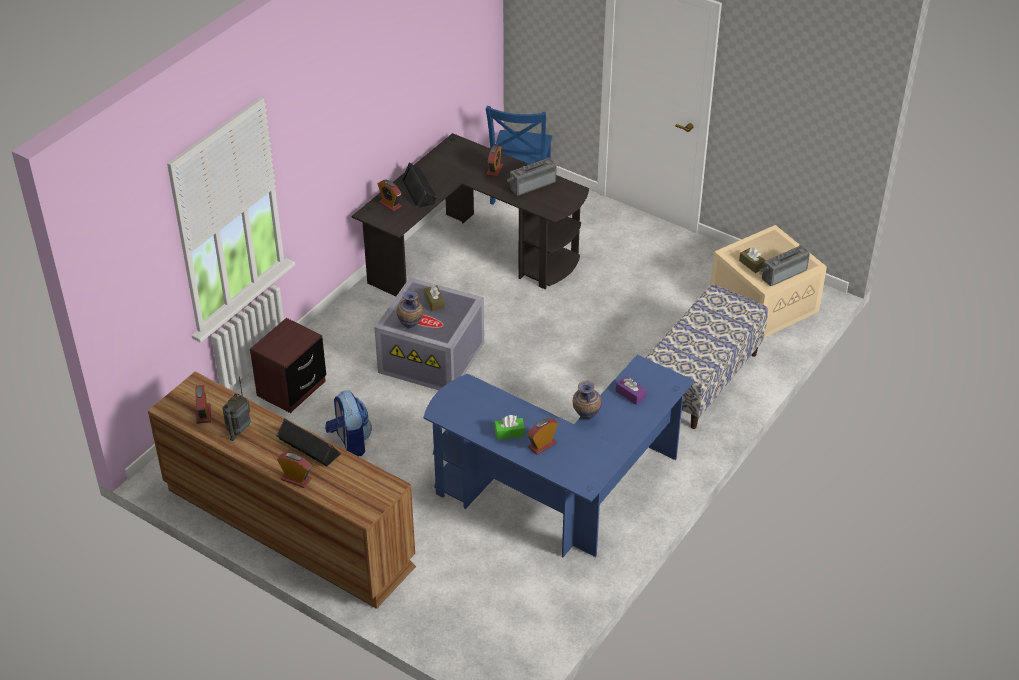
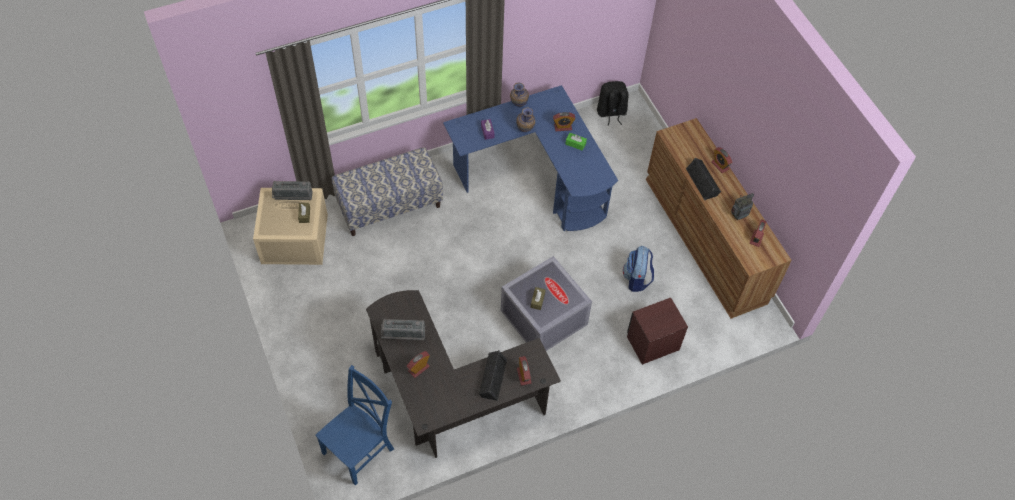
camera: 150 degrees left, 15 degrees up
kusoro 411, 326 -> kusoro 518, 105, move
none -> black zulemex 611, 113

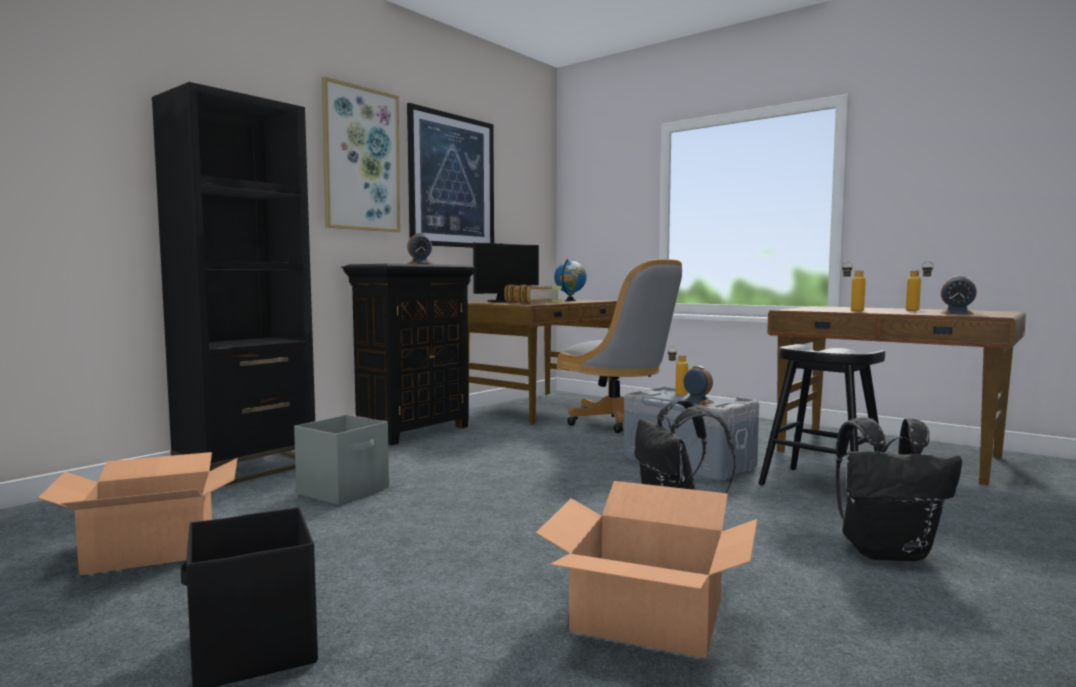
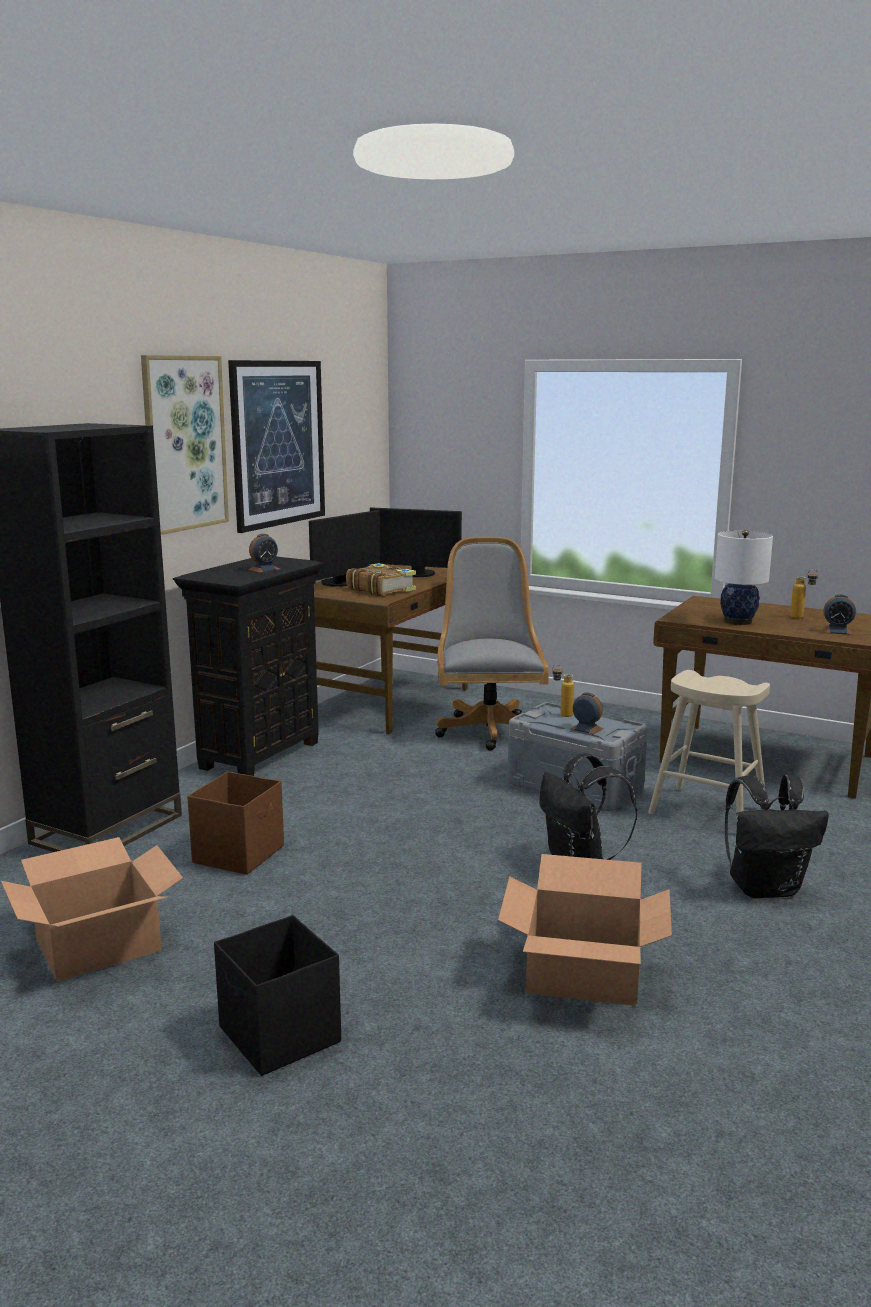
camera: 10 degrees left, 10 degrees up
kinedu 570, 300 -> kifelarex 417, 574
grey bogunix 620, 424 -> grey bogunix 488, 728, 135 degrees counterclockwise
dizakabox 851, 310 -> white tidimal 738, 621
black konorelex 823, 486 -> beige konorelex 708, 811
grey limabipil 345, 491 -> brown limabipil 240, 854

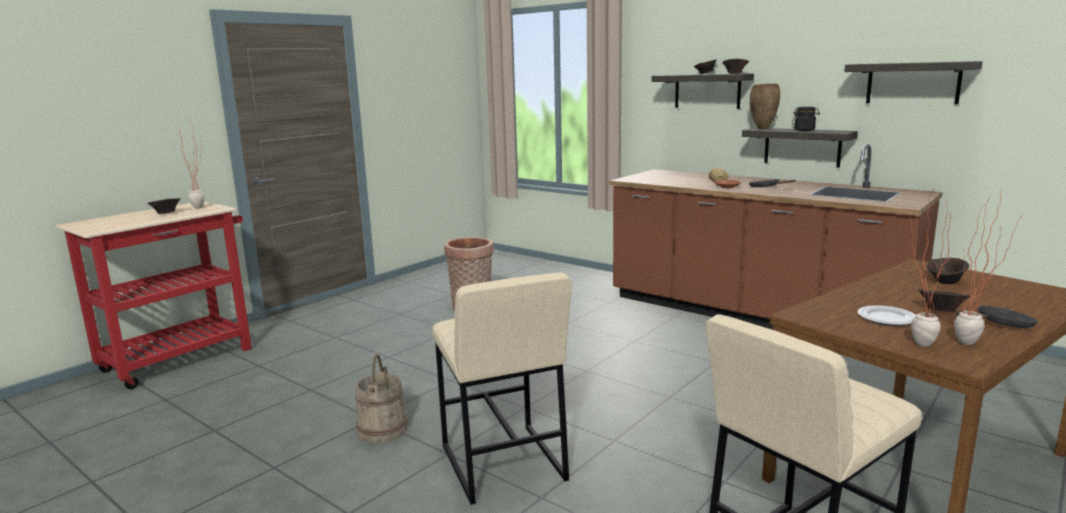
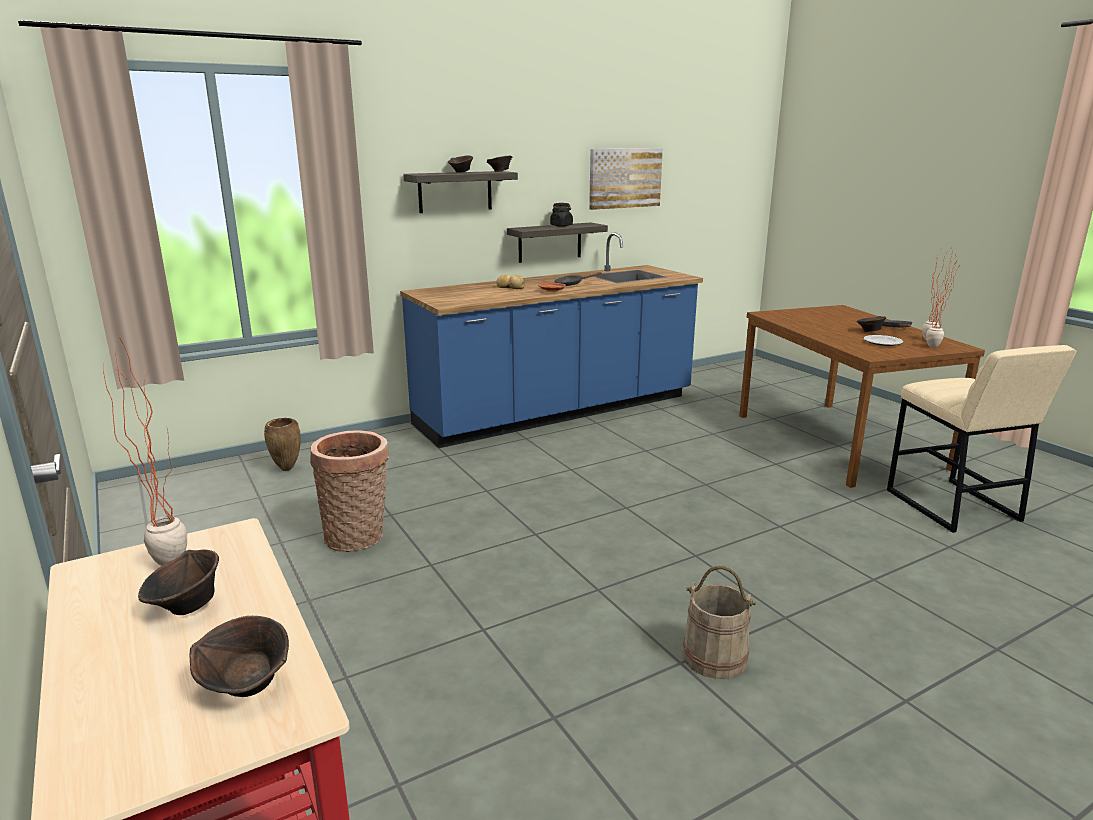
camera: 70 degrees left, 5 degrees up
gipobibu 913, 83 -> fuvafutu 624, 178
brown kusoro 762, 129 -> brown kusoro 286, 469, move
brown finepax 754, 315 -> blue finepax 557, 411
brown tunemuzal 945, 282 -> brown tunemuzal 247, 686, move
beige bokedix 504, 464 -> none

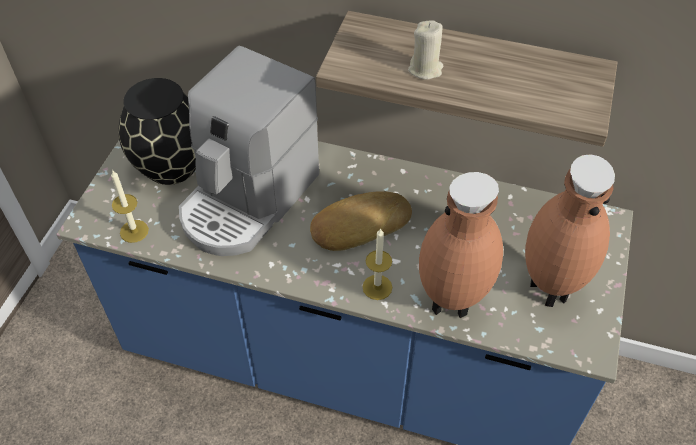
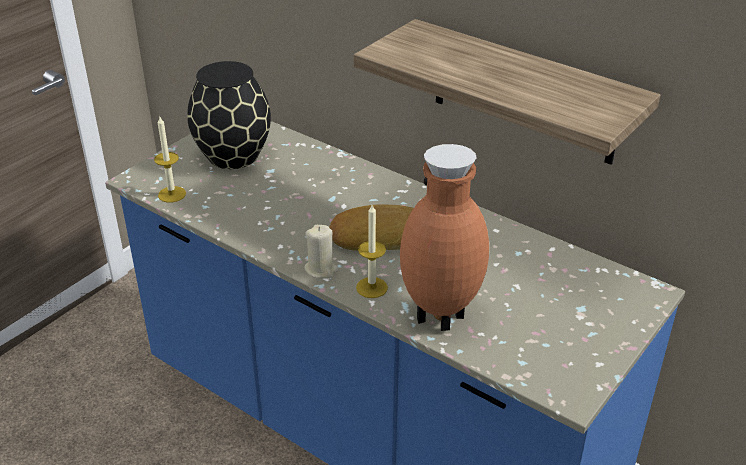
camera: 20 degrees right, 15 degrees down
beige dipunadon 425, 69 -> beige dipunadon 321, 269, move
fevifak 248, 200 -> none
brown kusoro 548, 288 -> none

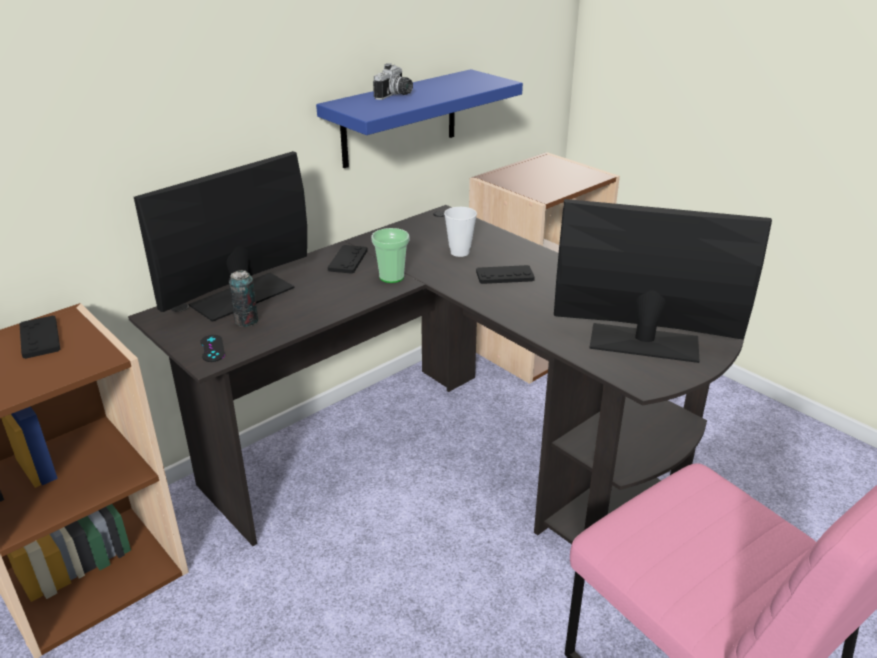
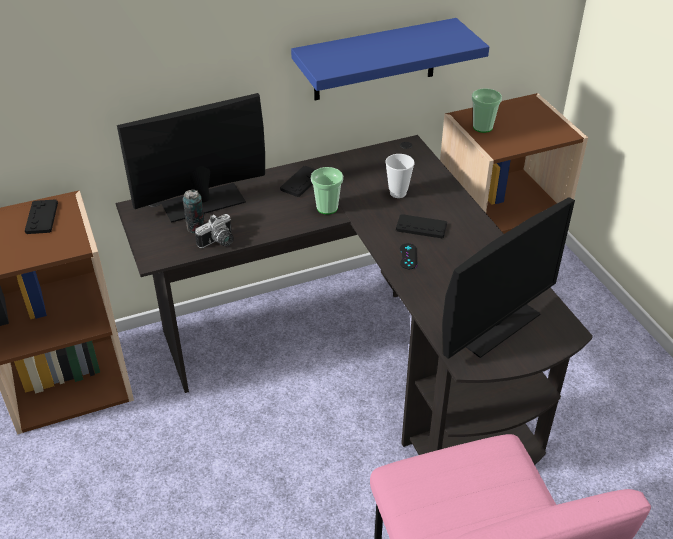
camera: 20 degrees right, 10 degrees up
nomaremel 396, 95 -> nomaremel 219, 242, move
kifelarex 644, 343 -> kifelarex 495, 324, 105 degrees clockwise
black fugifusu 212, 348 -> black fugifusu 408, 256, move
none -> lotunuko 482, 127

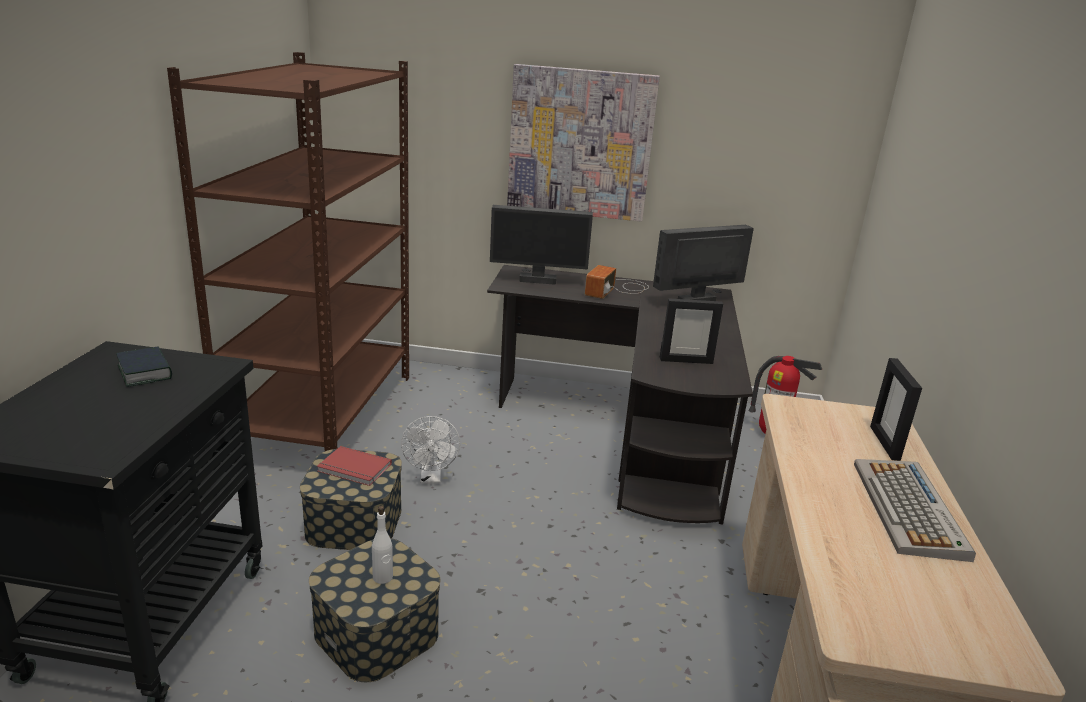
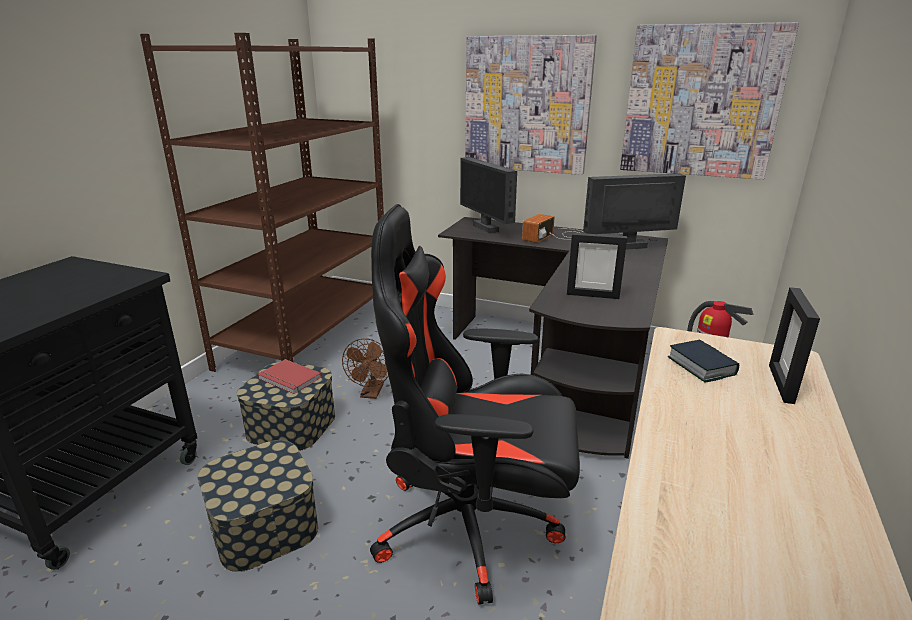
camera: 15 degrees right, 0 degrees up
kifelarex 537, 280 -> kifelarex 486, 228, 45 degrees clockwise
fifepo 145, 372 -> fifepo 701, 366, move
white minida 431, 478 -> brown minida 371, 393
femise 909, 510 -> none
white dizakabox 383, 577 -> none
none -> fuvafutu 701, 102
none -> black bogunix 479, 530

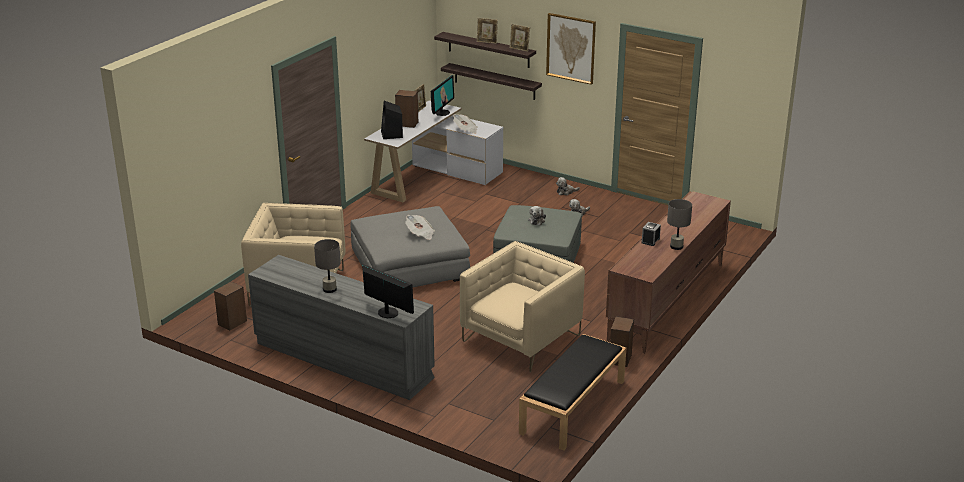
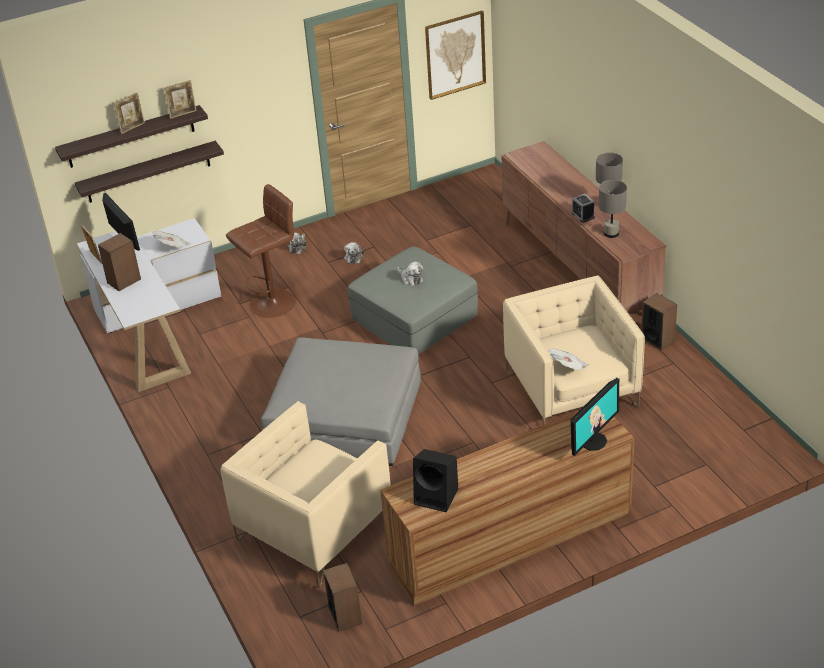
camera: 55 degrees left, 10 degrees up
fuvafutu 571, 48 -> fuvafutu 455, 54, move
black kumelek 392, 135 -> black kumelek 437, 496, move
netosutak 420, 234 -> netosutak 568, 367, move
grey tidimal 329, 289 -> grey tidimal 611, 233, move
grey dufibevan 342, 361 -> brown dufibevan 511, 542
kifelarex 387, 313 -> kifelarex 593, 441, 150 degrees clockwise
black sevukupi 573, 407 -> none
none -> brown konorelex 273, 303

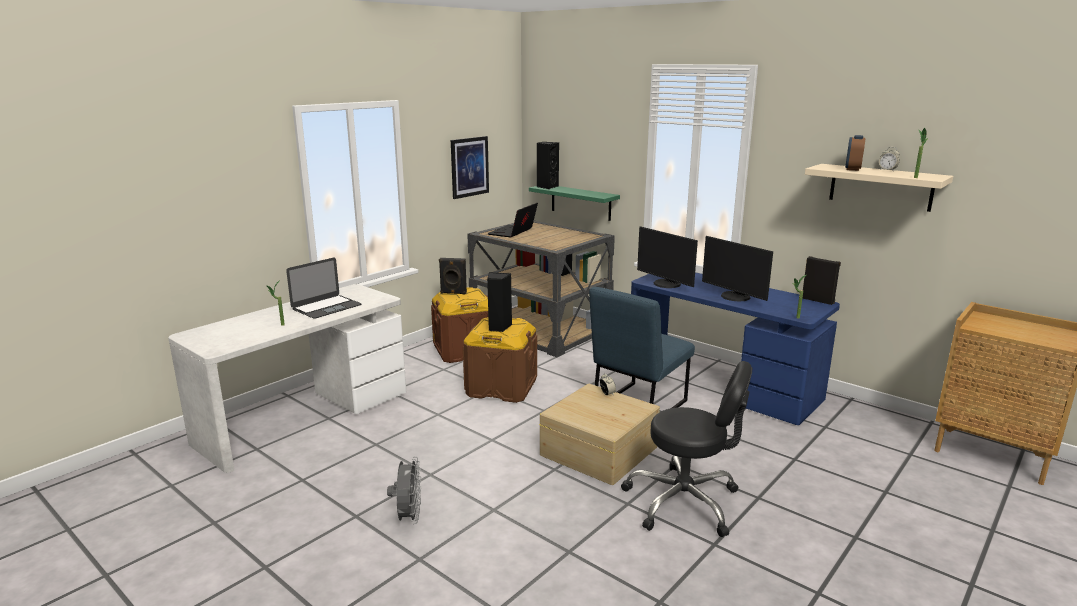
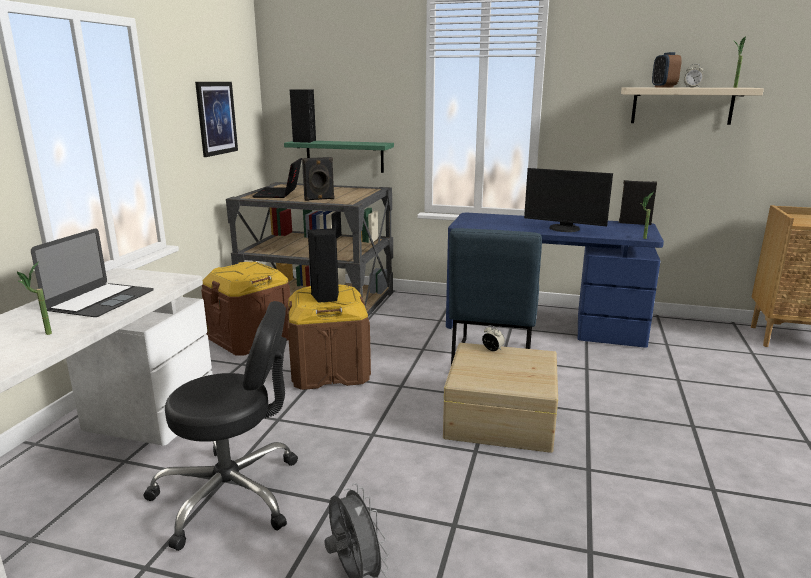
camera: 25 degrees left, 0 degrees up
kifelarex 666, 284 -> none
black kumelek 453, 293 -> black kumelek 319, 199, move
black bogunix 688, 503 -> black bogunix 236, 494, move

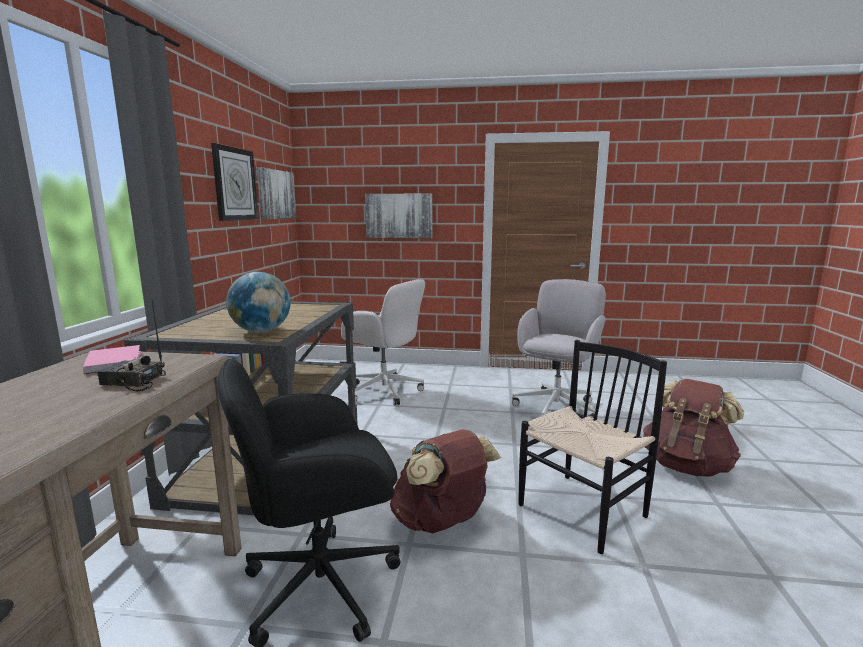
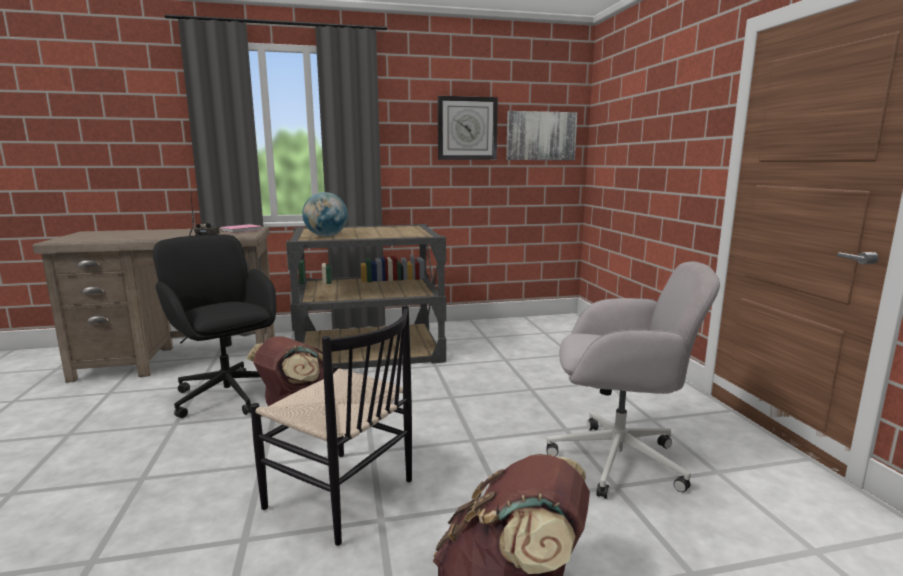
camera: 70 degrees right, 0 degrees up
fuvafutu 399, 216 -> none
white bogunix 384, 391 -> none

